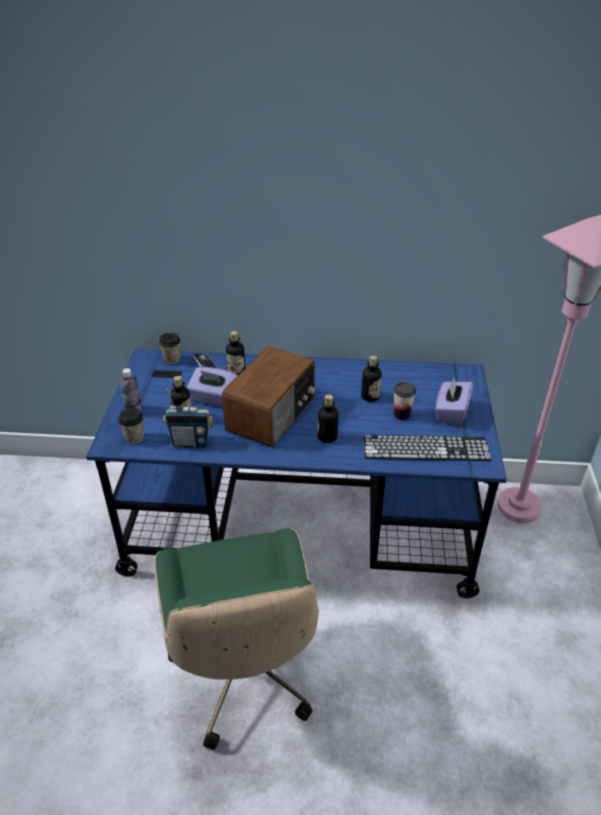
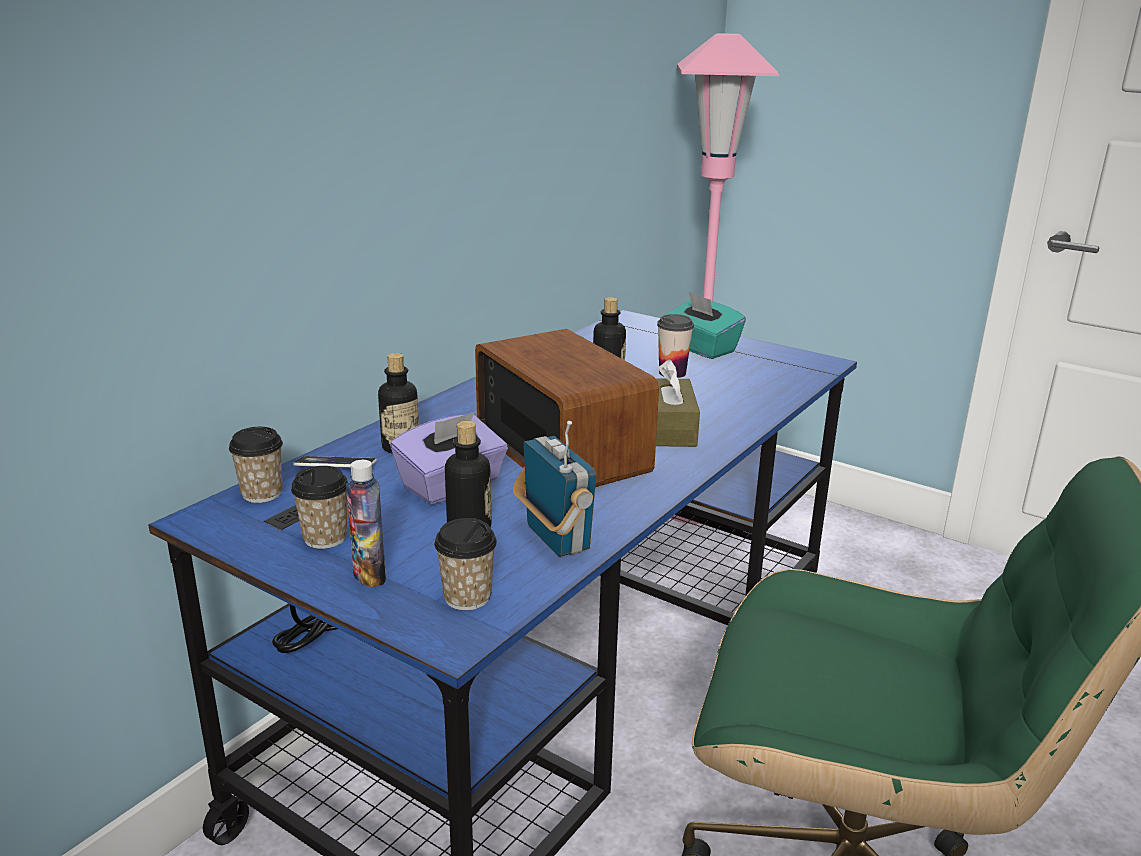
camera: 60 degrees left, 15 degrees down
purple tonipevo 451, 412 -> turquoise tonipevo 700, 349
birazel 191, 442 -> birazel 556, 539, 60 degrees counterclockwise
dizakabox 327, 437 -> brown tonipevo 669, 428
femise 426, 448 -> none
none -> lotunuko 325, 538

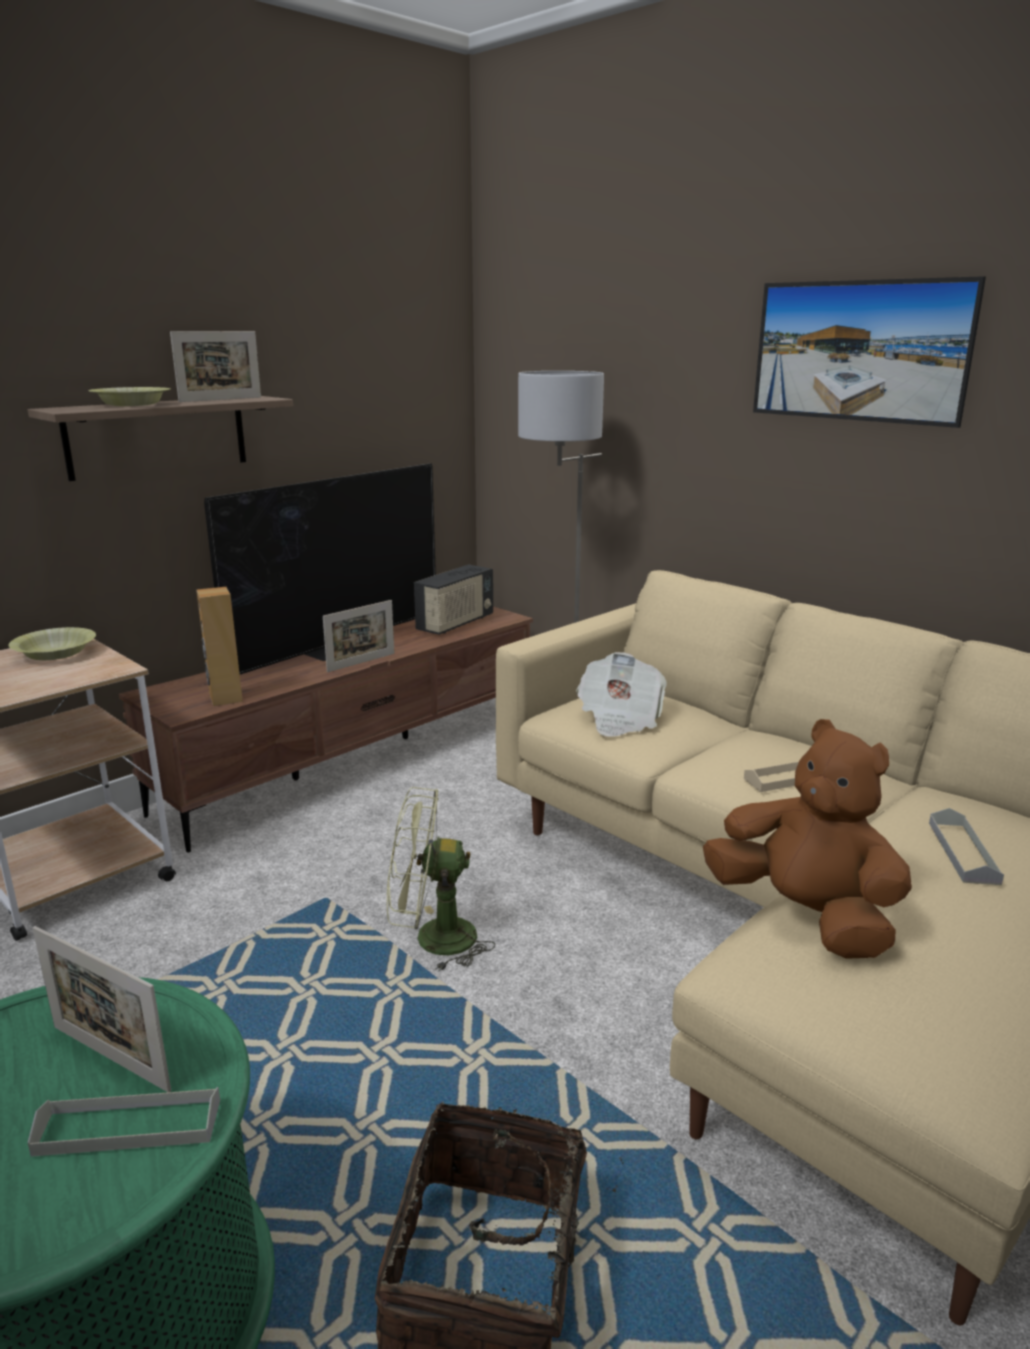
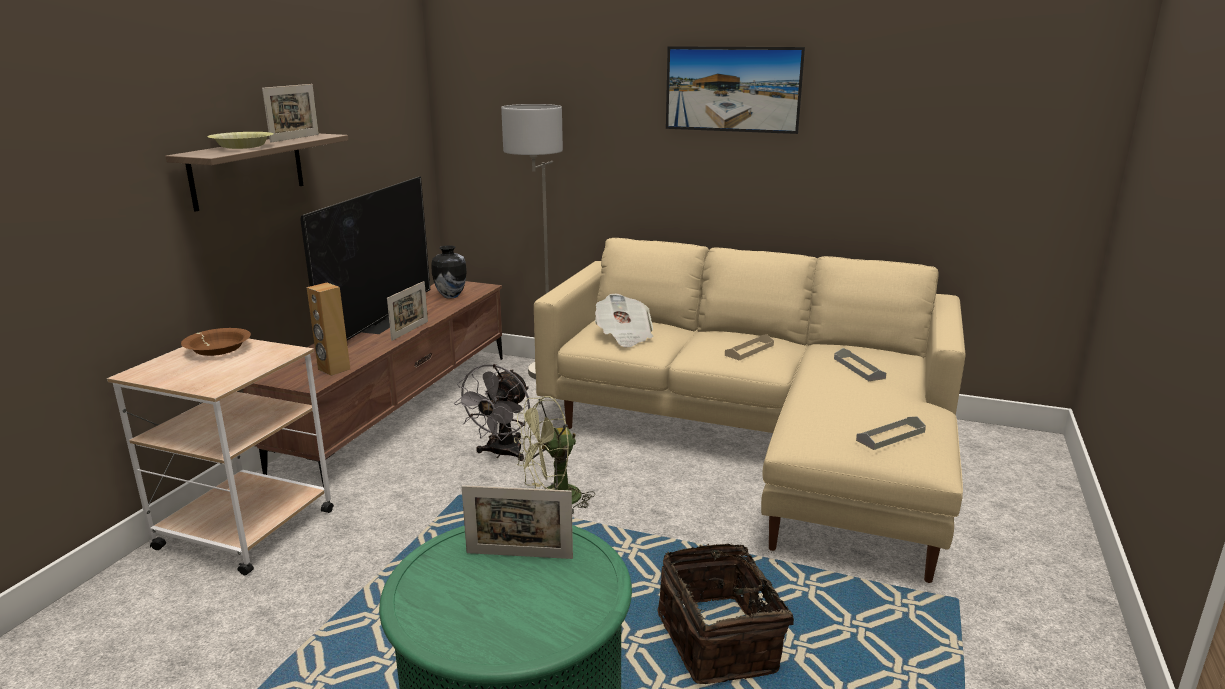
camera: 25 degrees left, 0 degrees up
birazel 456, 624 -> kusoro 450, 296
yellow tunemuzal 55, 653 -> brown tunemuzal 218, 349
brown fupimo 804, 916 -> none
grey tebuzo 128, 1127 -> grey tebuzo 890, 436, move
none -> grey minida 501, 454

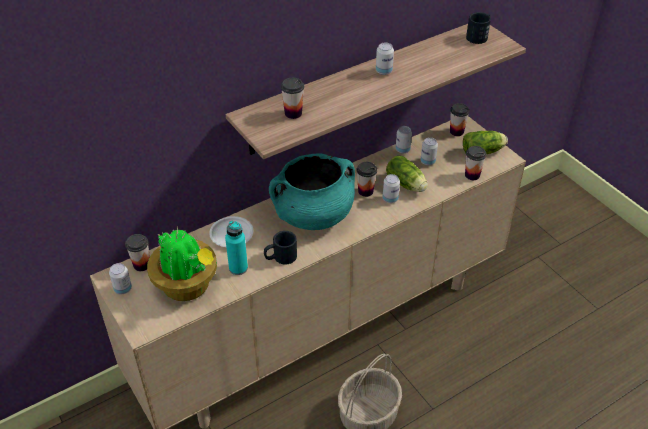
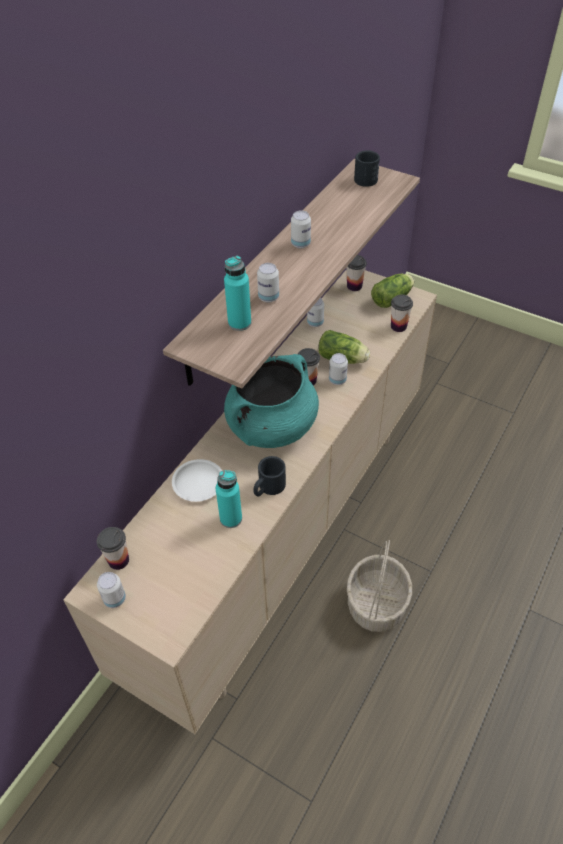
camera: 25 degrees left, 5 degrees up
lotunuko 293, 113 -> turquoise dizakabox 239, 323
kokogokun 427, 162 -> kokogokun 268, 297, move
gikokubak 187, 286 -> none

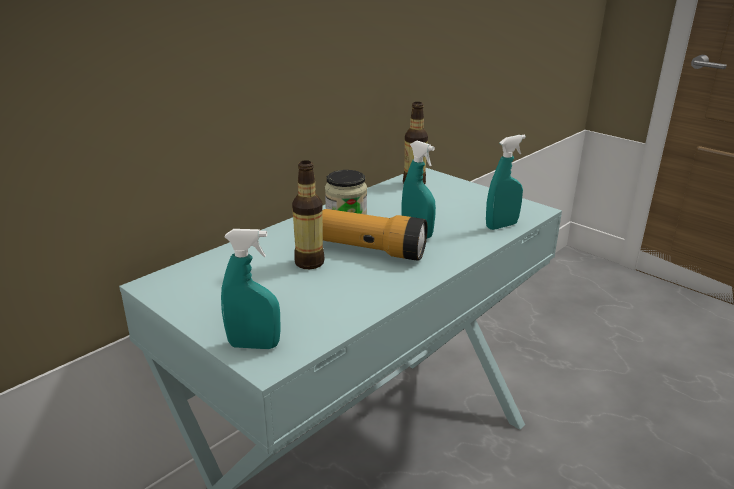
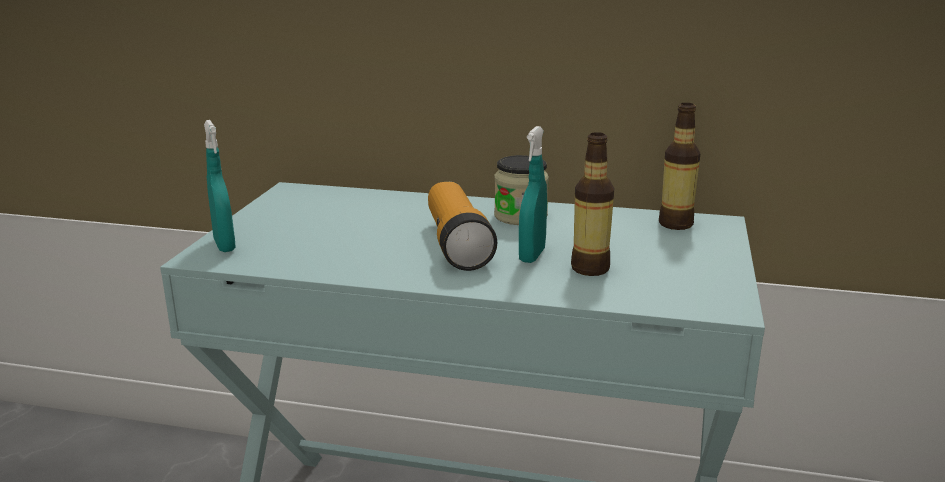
camera: 60 degrees right, 5 degrees down
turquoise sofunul 501, 226 -> none
dizakabox 309, 263 -> dizakabox 590, 268, move

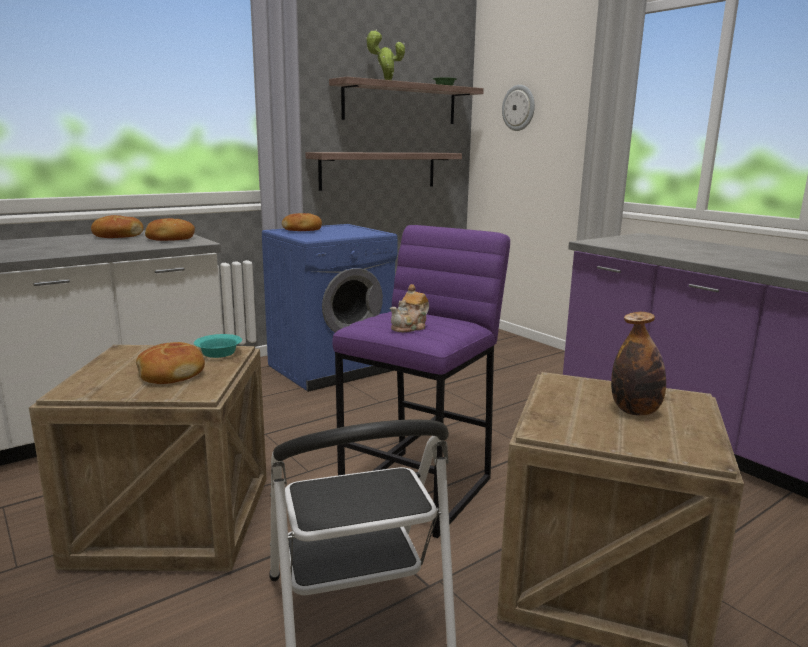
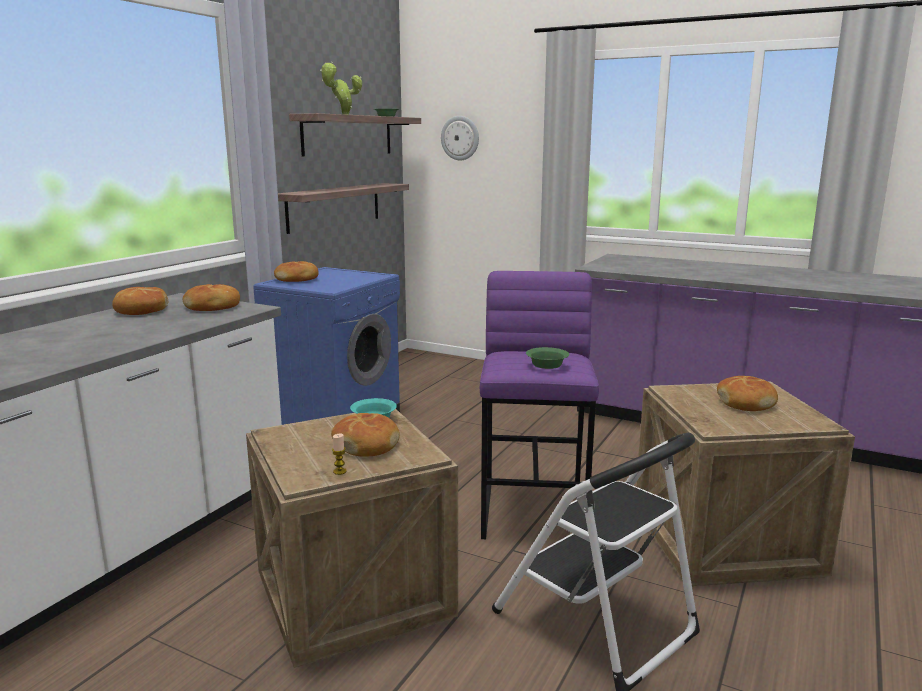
camera: 25 degrees left, 0 degrees up
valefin 410, 327 -> green tunemuzal 547, 365
dizakabox 635, 411 -> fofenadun 746, 403
none -> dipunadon 339, 471

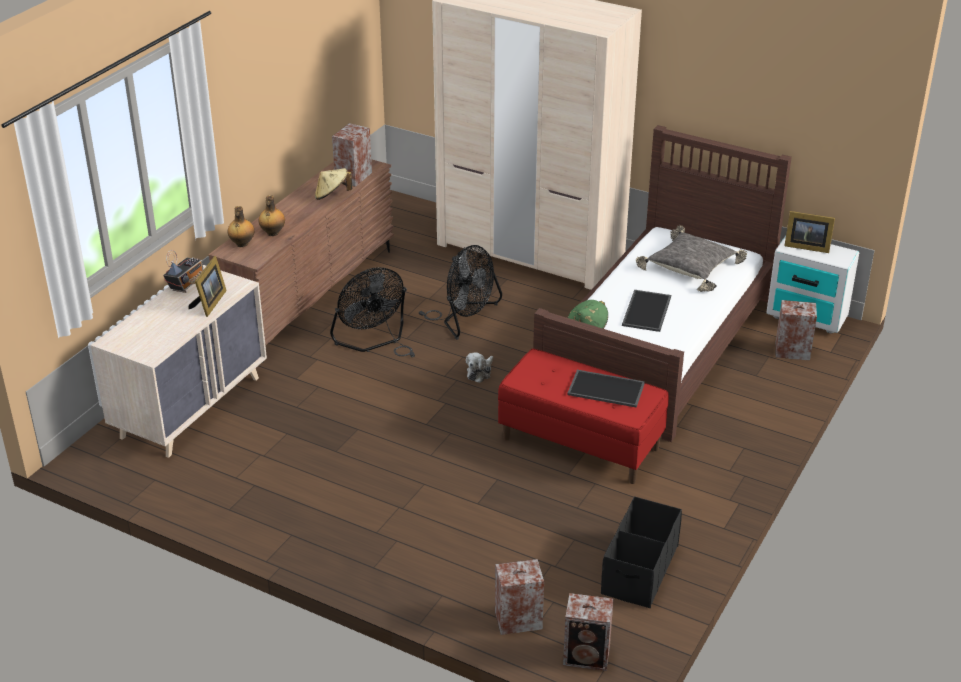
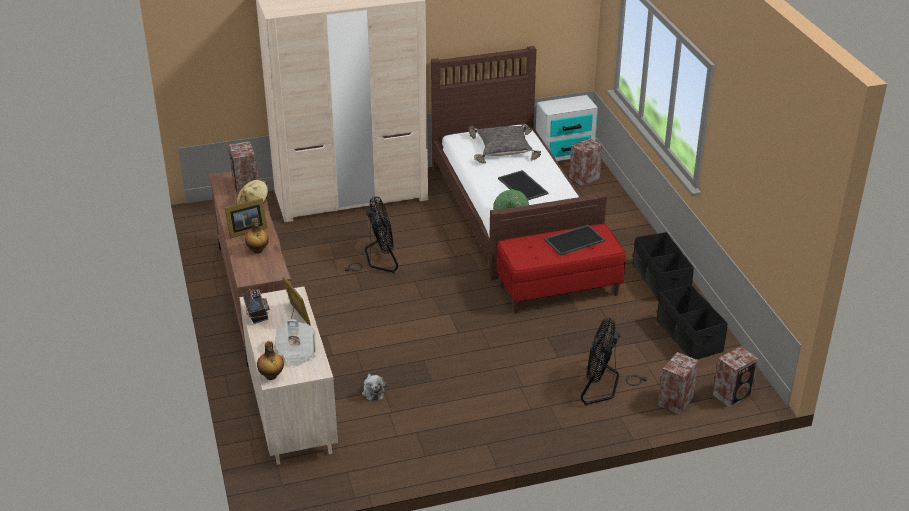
camera: 45 degrees left, 0 degrees up
dizakabox 242, 244 -> dizakabox 271, 376, move
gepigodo 805, 246 -> gepigodo 245, 231, move
black minida 378, 340 -> black minida 605, 383, move
fupimo 480, 372 -> fupimo 373, 391, move
none -> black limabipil 660, 280
none -> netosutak 296, 353

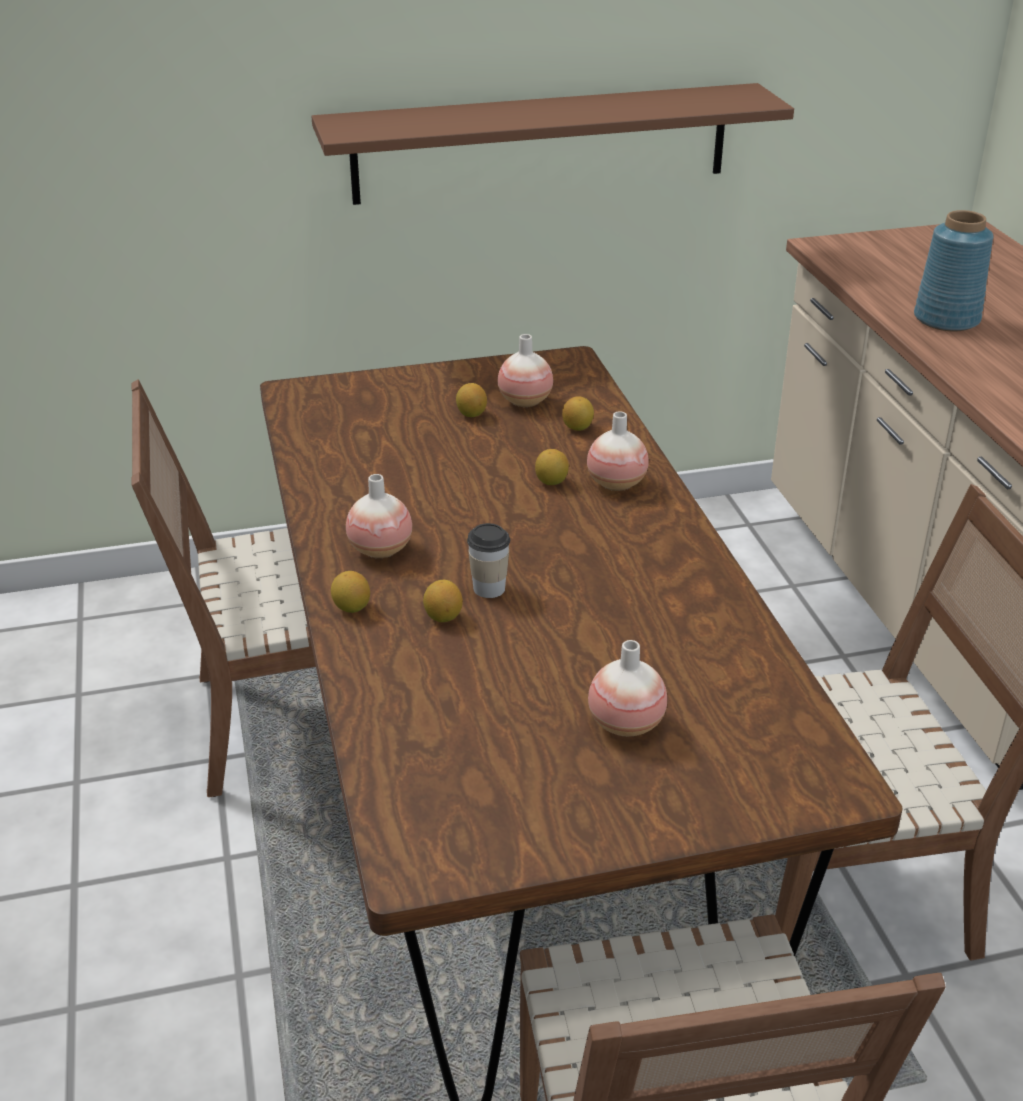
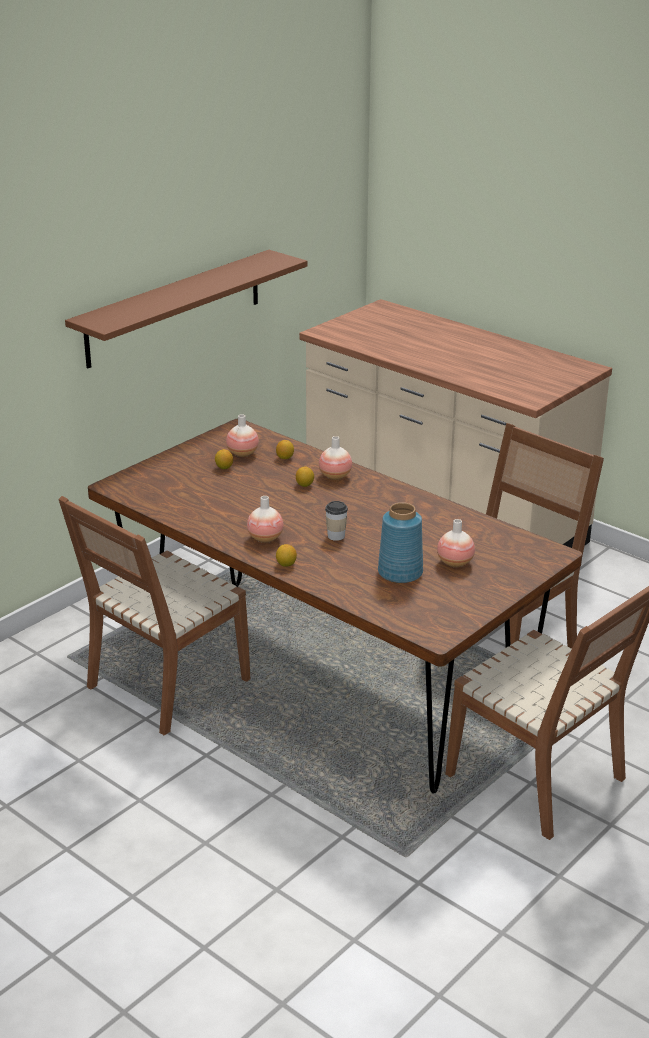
camera: 35 degrees left, 5 degrees down
blue kusoro 945, 319 -> blue kusoro 399, 573, move
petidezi 443, 617 -> none

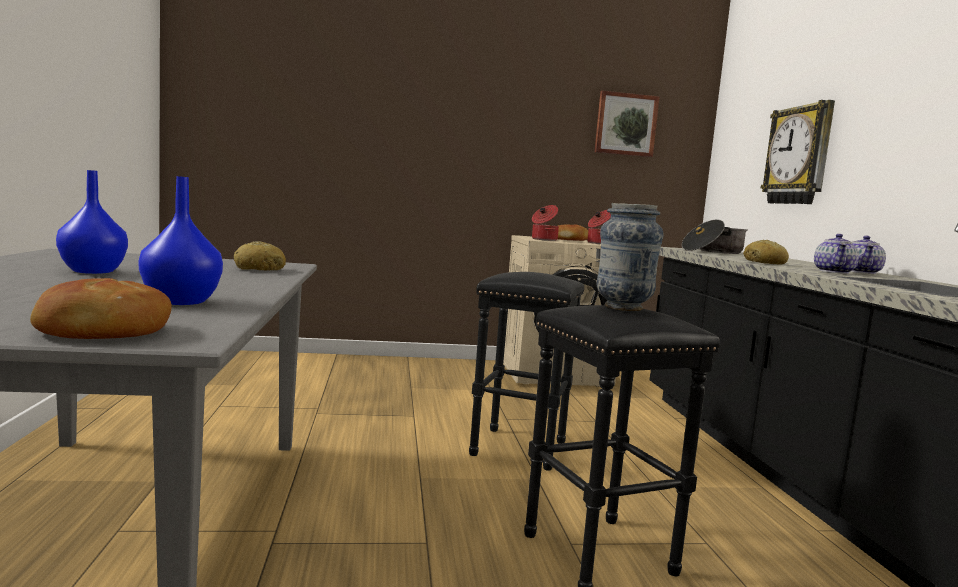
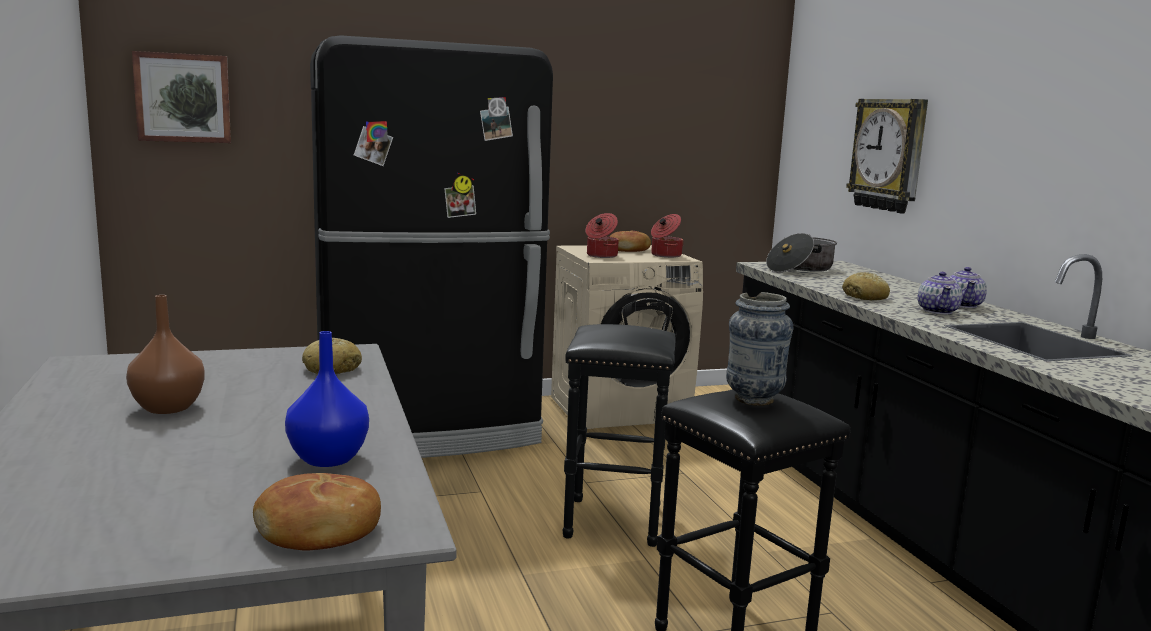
camera: 10 degrees left, 5 degrees up
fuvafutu 625, 124 -> fuvafutu 183, 98, move
blue kusoro 94, 271 -> brown kusoro 169, 408
none -> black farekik 429, 429

